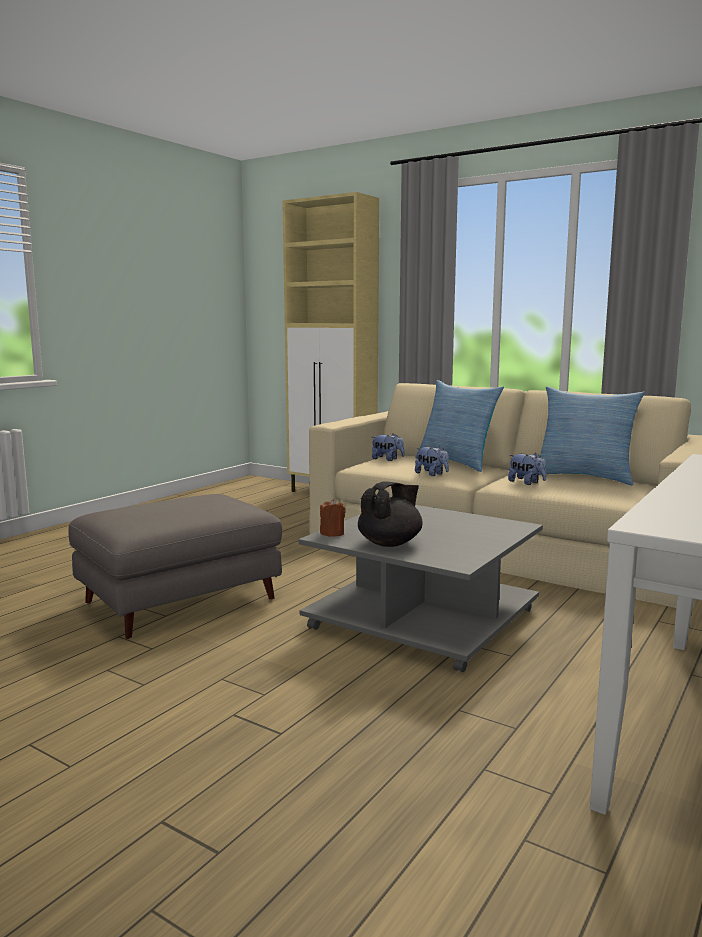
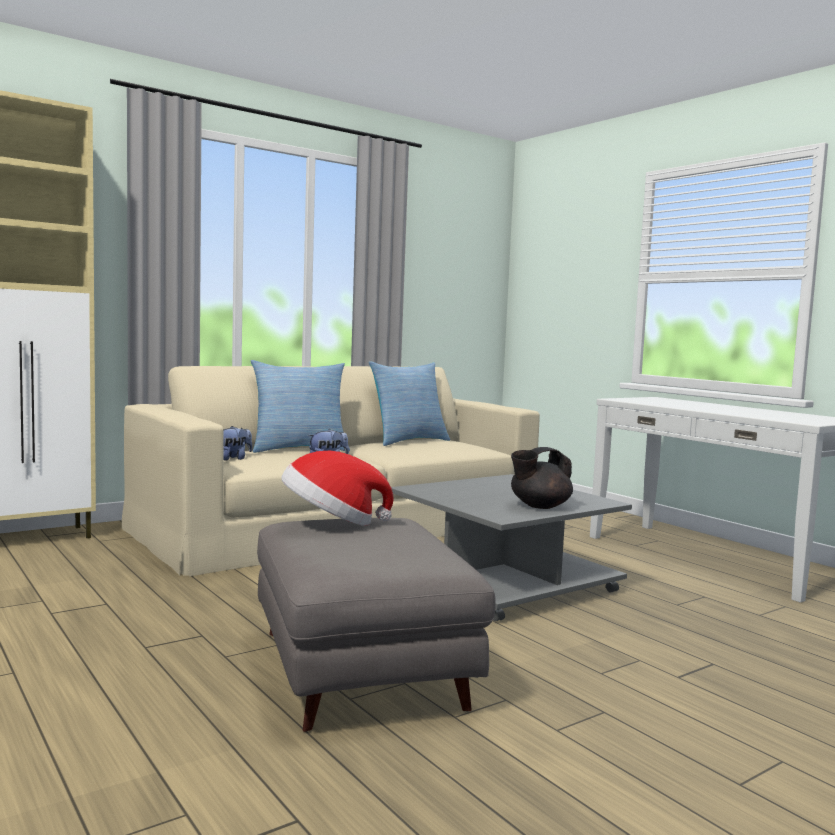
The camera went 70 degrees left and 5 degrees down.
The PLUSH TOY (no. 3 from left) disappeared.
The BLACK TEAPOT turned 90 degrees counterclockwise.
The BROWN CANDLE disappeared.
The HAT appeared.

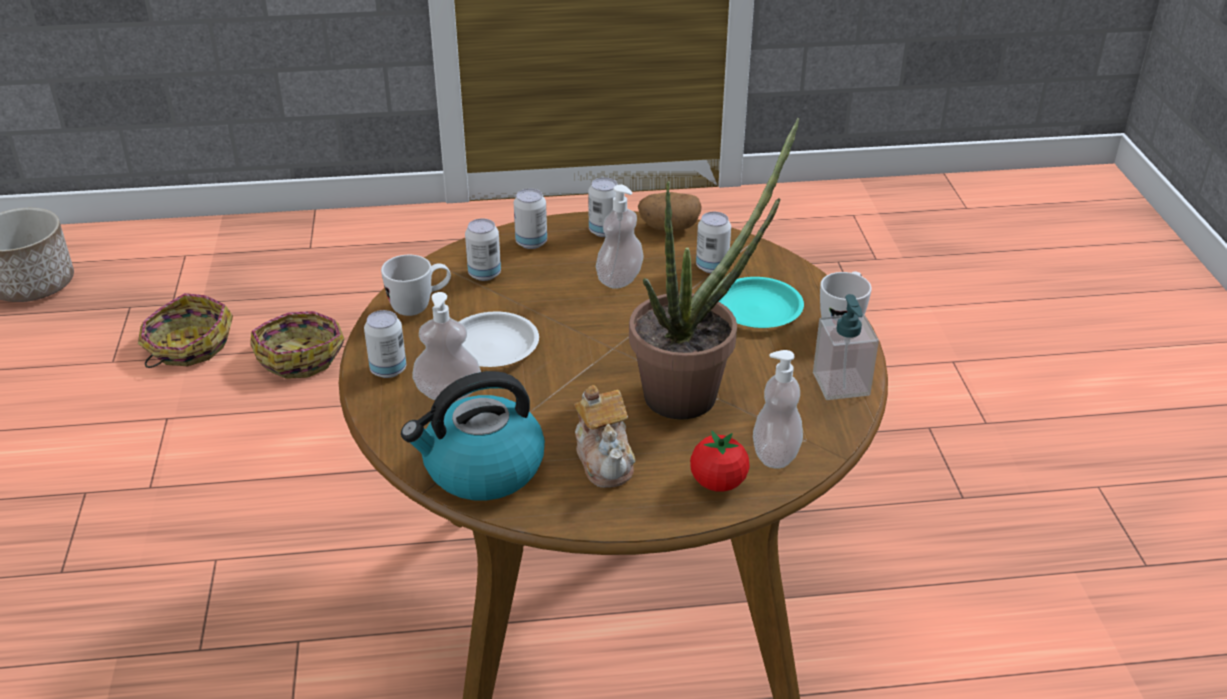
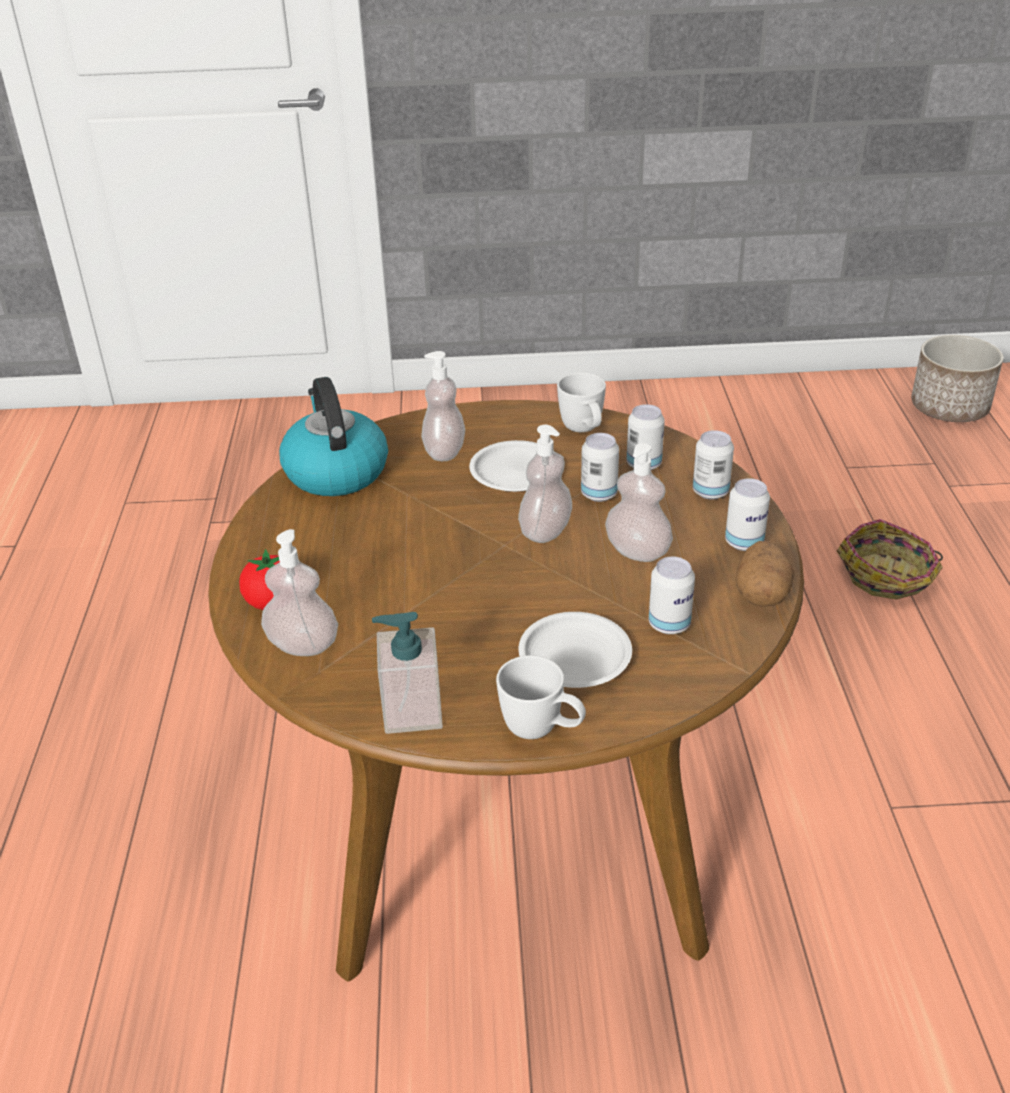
The camera went 95 degrees right and 0 degrees up.
The POTTED PLANT disappeared.
The TURQUOISE PLATE became the WHITE PLATE (no. 2 from left).
The BASKET (no. 1 from left) disappeared.
The CAN (no. 1 from left) moved.
The TEAPOT disappeared.
The SOAP DISPENSER (no. 4 from left) appeared.

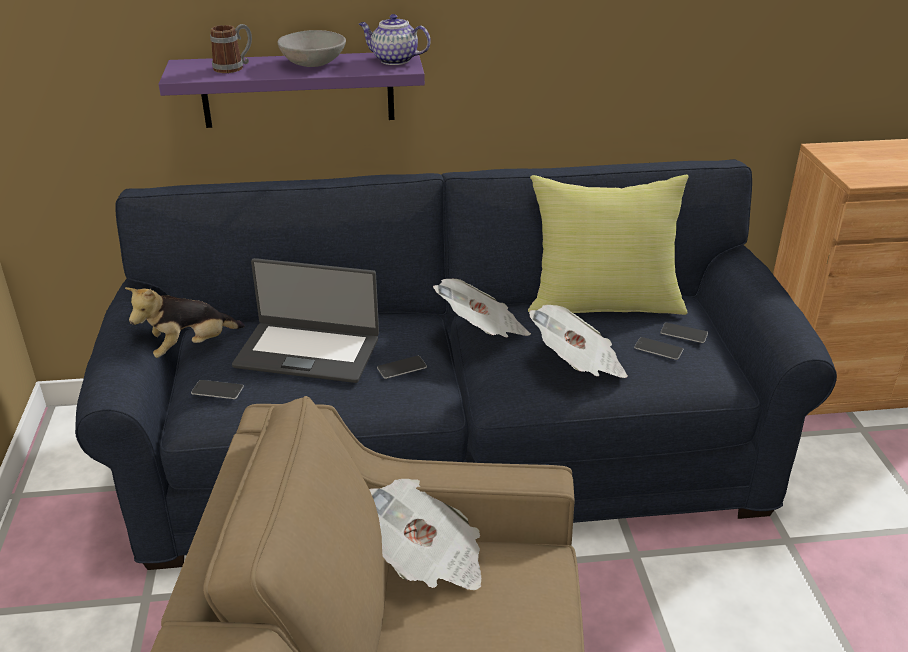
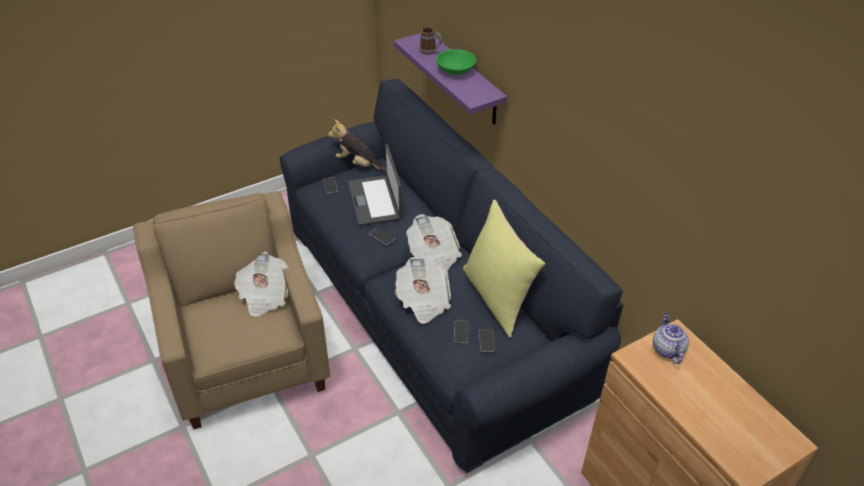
The camera went 65 degrees right and 10 degrees up.
The TEAPOT moved.
The GREY BOWL became the GREEN BOWL.

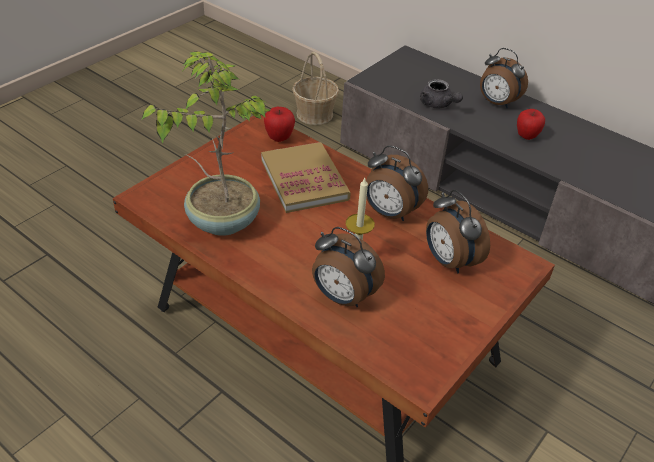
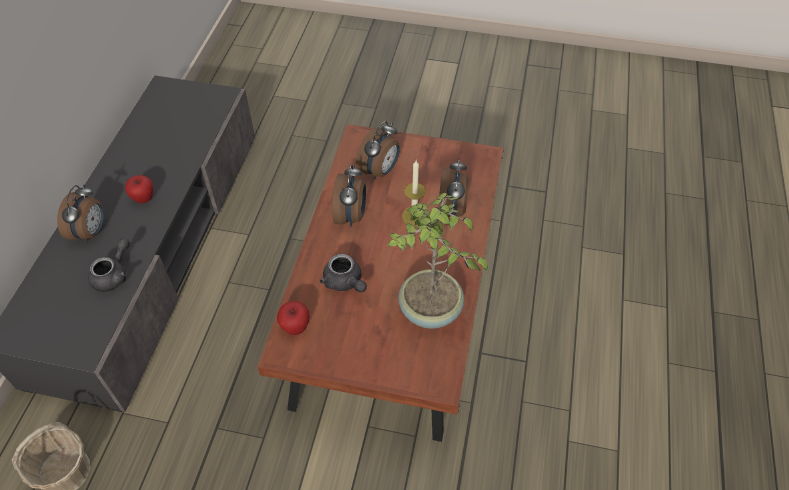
The camera went 115 degrees left and 10 degrees up.
The BOOK was replaced by the GREY TEAPOT (no. 2 from left).

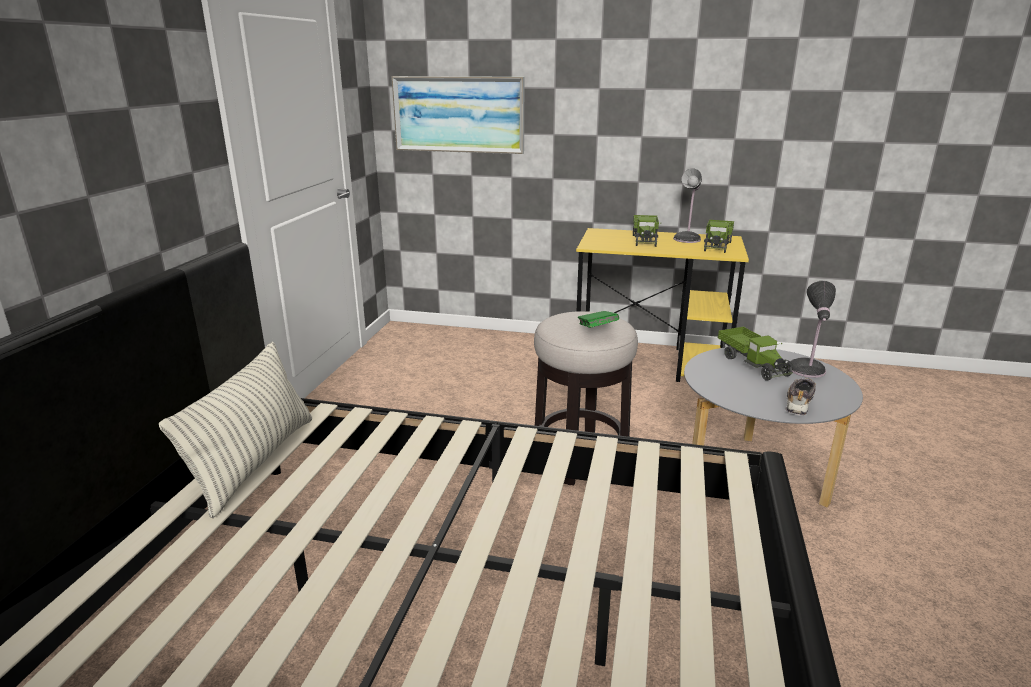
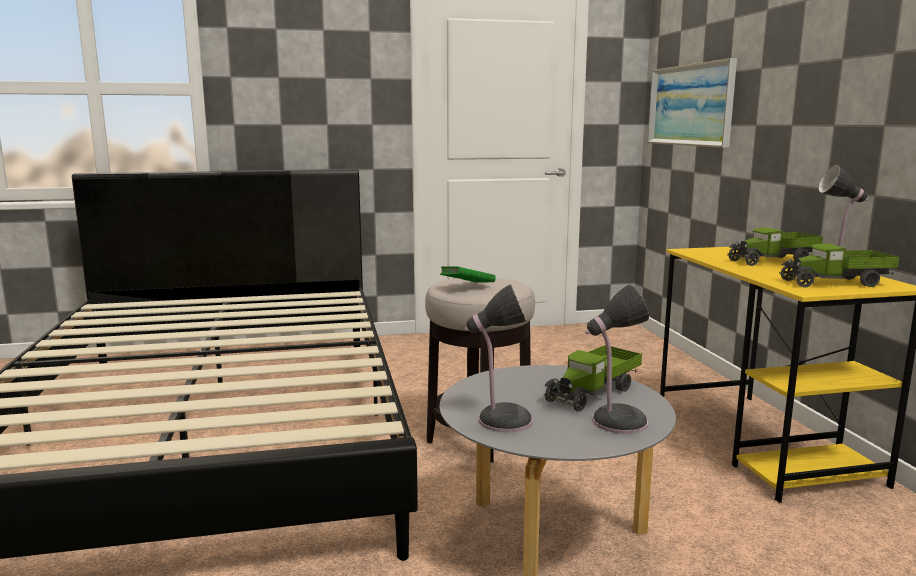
The camera went 65 degrees right and 10 degrees down.
The PILLOW disappeared.
The SHOE was replaced by the TABLE LAMP (no. 1 from left).

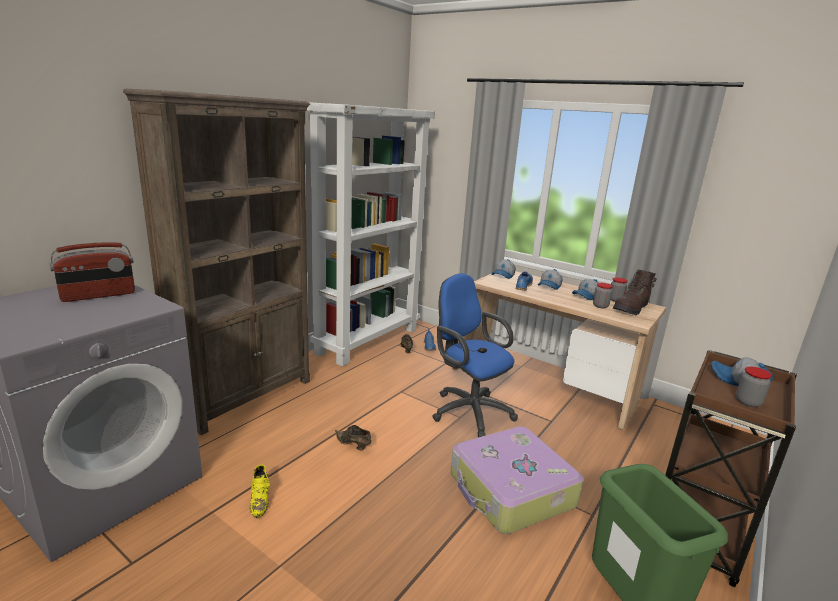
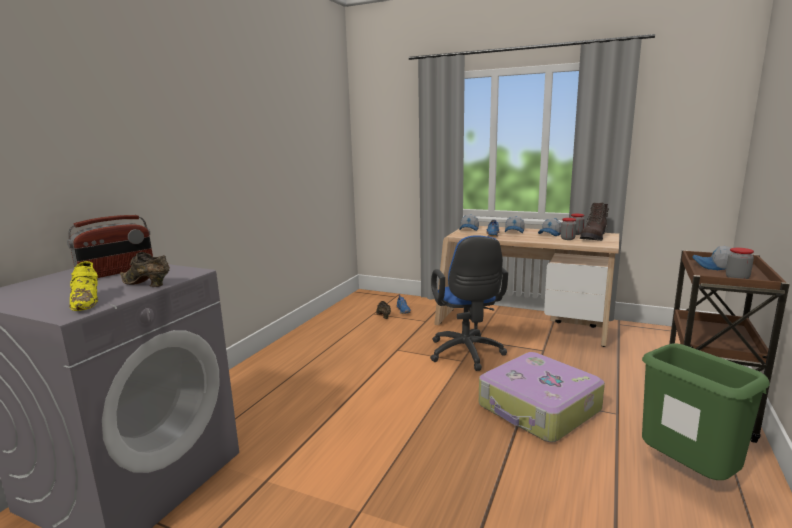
The camera went 10 degrees left and 5 degrees down.
The BROWN BOOKCASE disappeared.
The WHITE BOOKCASE disappeared.
The BLUE OFFICE CHAIR turned 135 degrees counterclockwise.
The BROWN SHOE (no. 1 from left) moved.
The YELLOW SHOE moved.

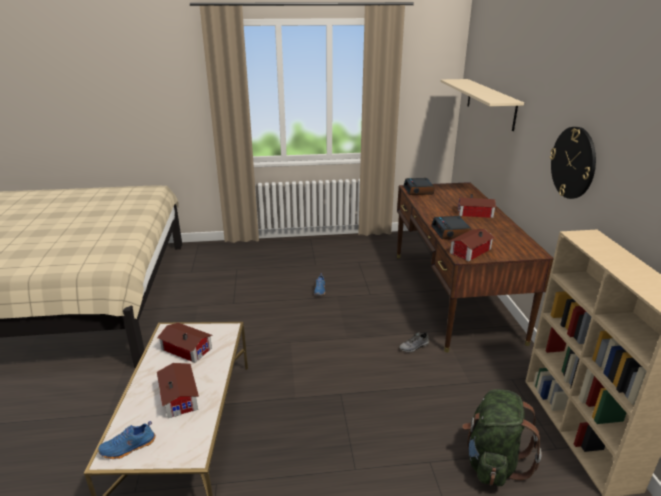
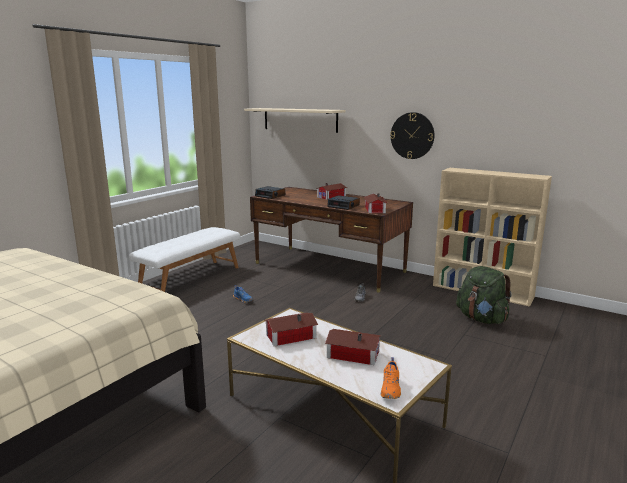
The camera went 50 degrees left and 10 degrees down.
The BLUE SHOE (no. 1 from left) became the ORANGE SHOE.
The WHITE BENCH appeared.

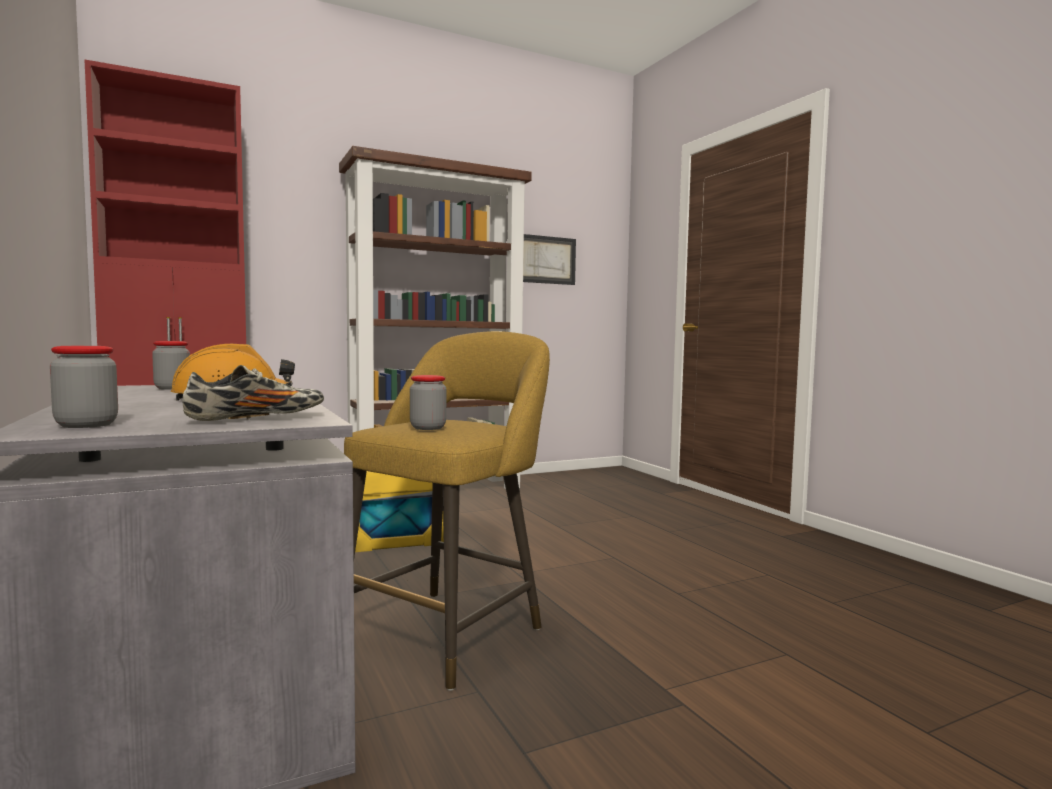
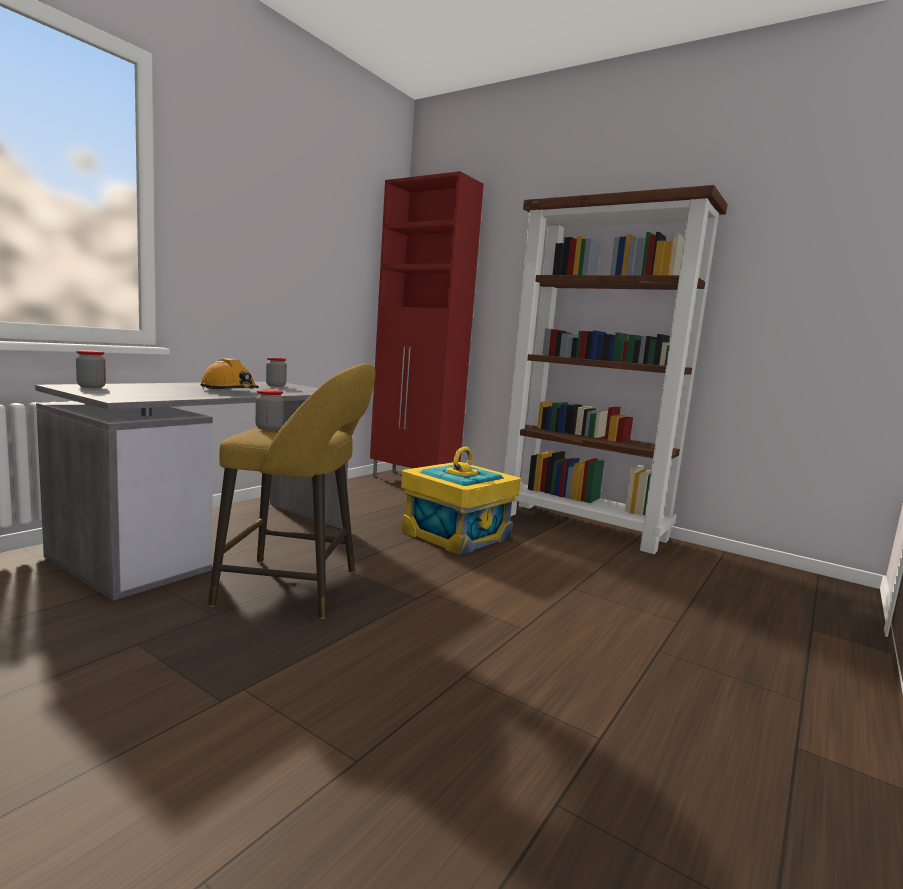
The camera went 60 degrees right and 5 degrees up.
The PICTURE disappeared.
The SHOE disappeared.

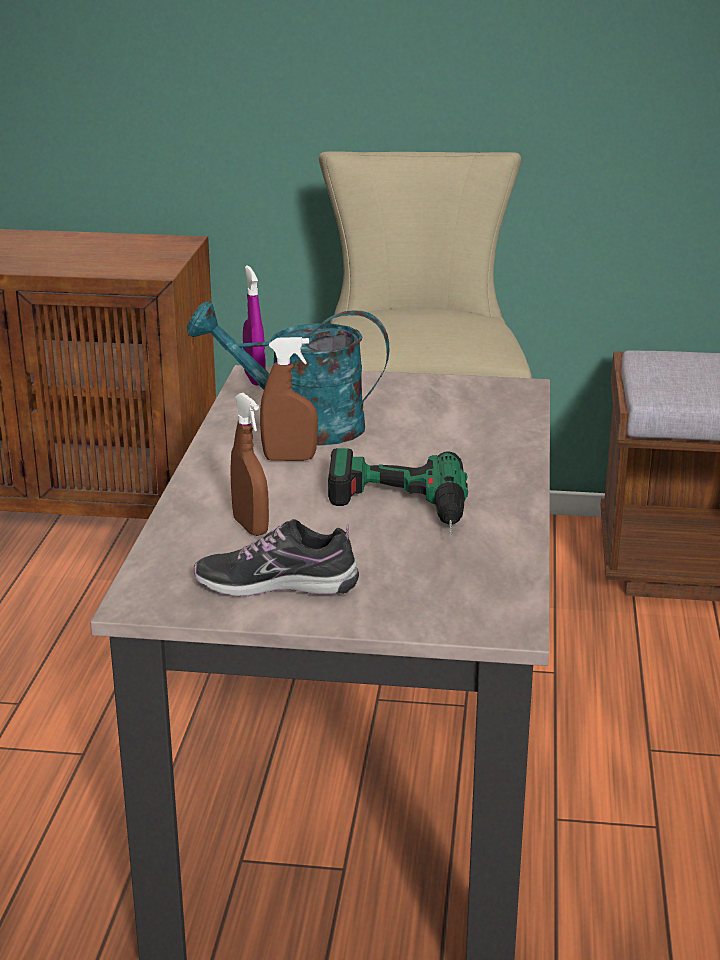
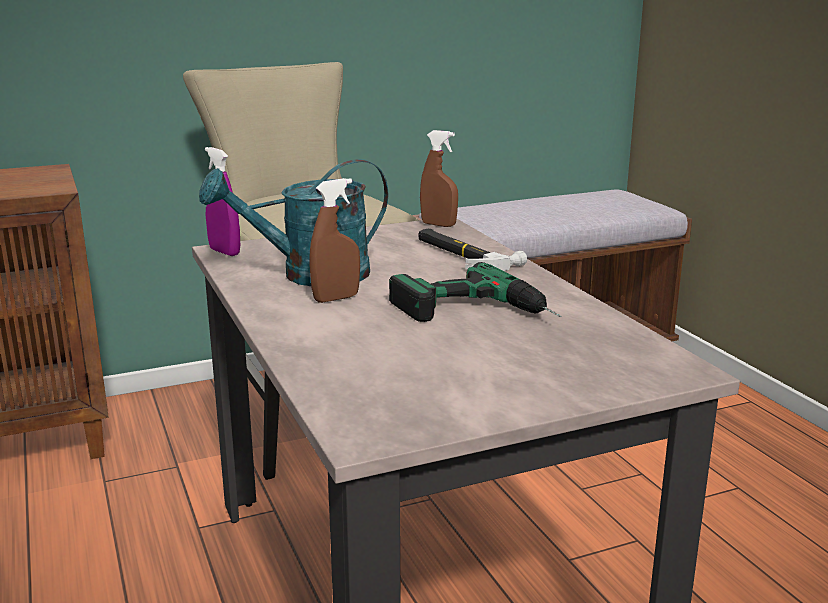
The camera went 30 degrees left and 5 degrees down.
The BROWN SPRAY BOTTLE (no. 1 from left in the first image) moved.
The SHOE disappeared.
The HAMMER appeared.

